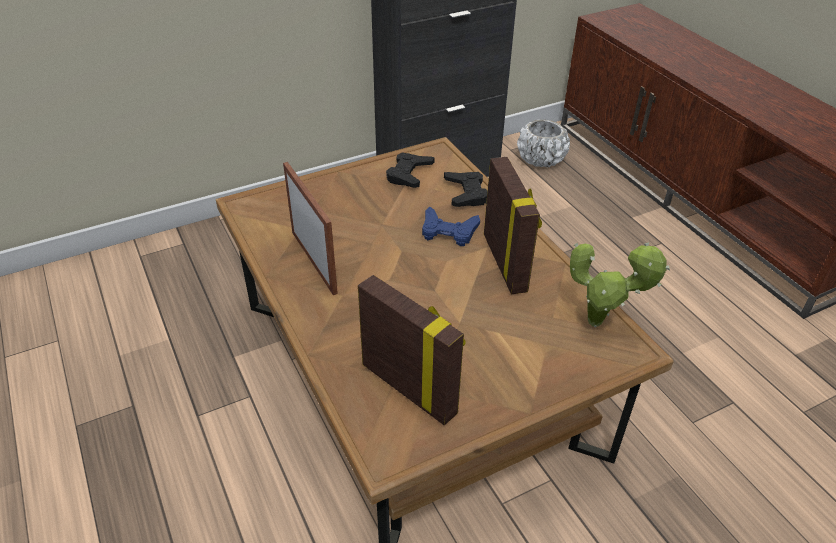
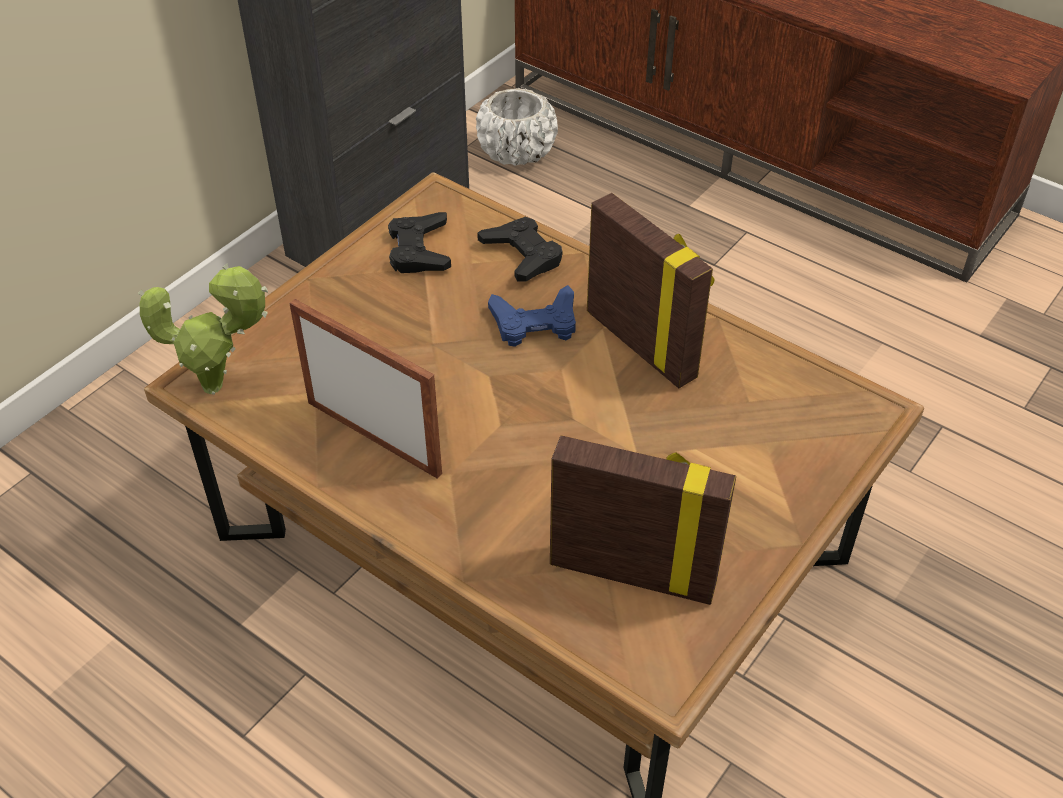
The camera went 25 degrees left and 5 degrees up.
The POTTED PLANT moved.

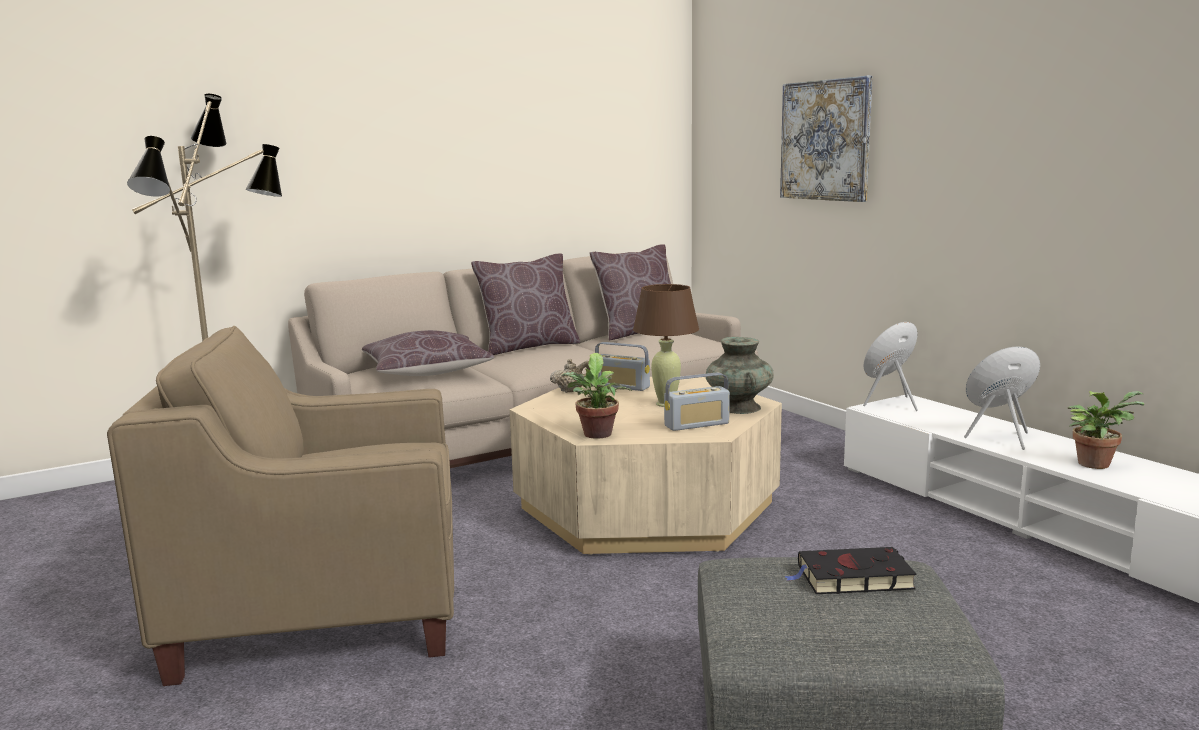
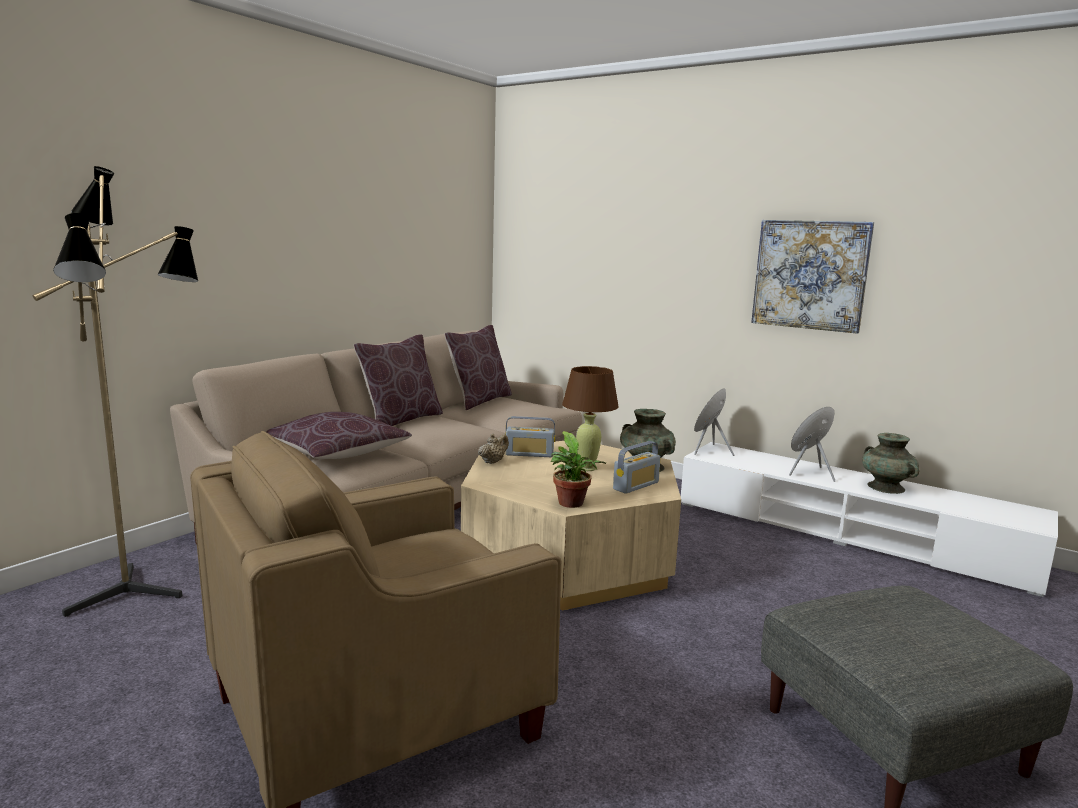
The camera went 25 degrees left and 0 degrees up.
The PICTURE moved.
The POTTED PLANT (no. 2 from left) was replaced by the TURQUOISE VASE (no. 2 from left).
The BLACK BOOK disappeared.

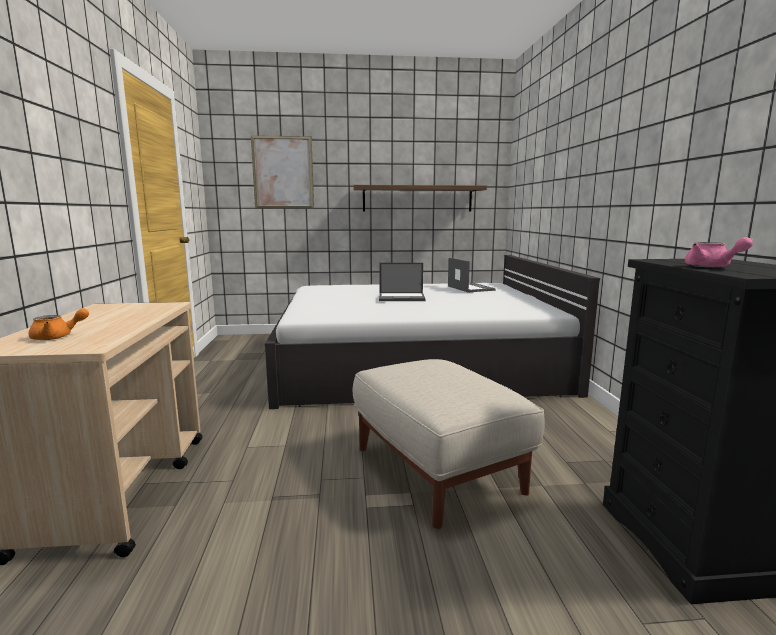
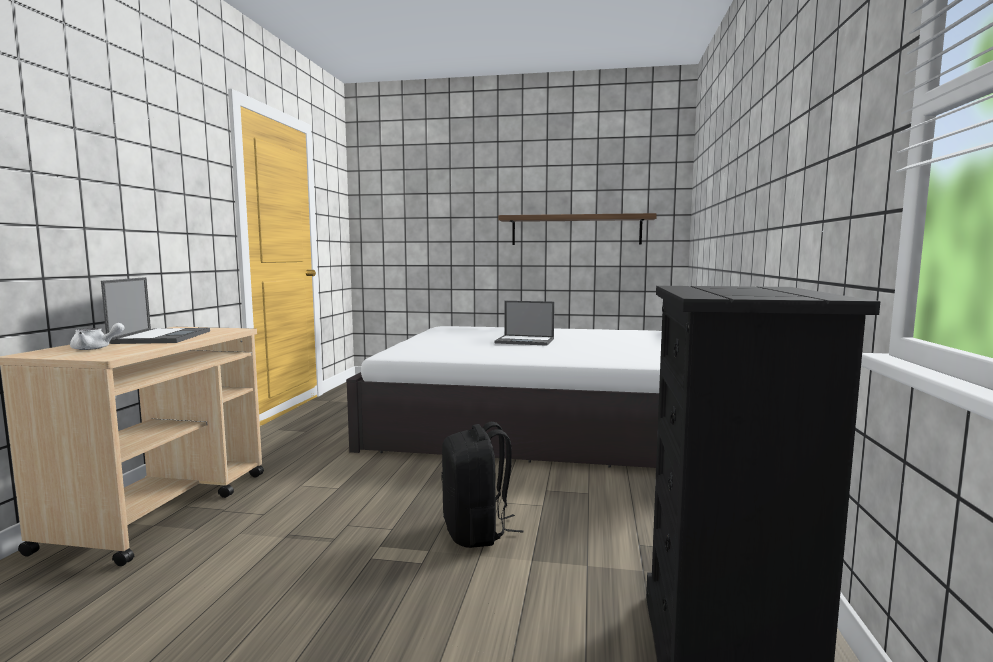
The camera went 15 degrees right and 5 degrees down.
The PICTURE disappeared.
The PINK TEAPOT disappeared.
The LAPTOP (no. 2 from left in the first image) moved.
The ORANGE TEAPOT became the WHITE TEAPOT.
The BEIGE OTTOMAN was replaced by the BLACK BACKPACK.

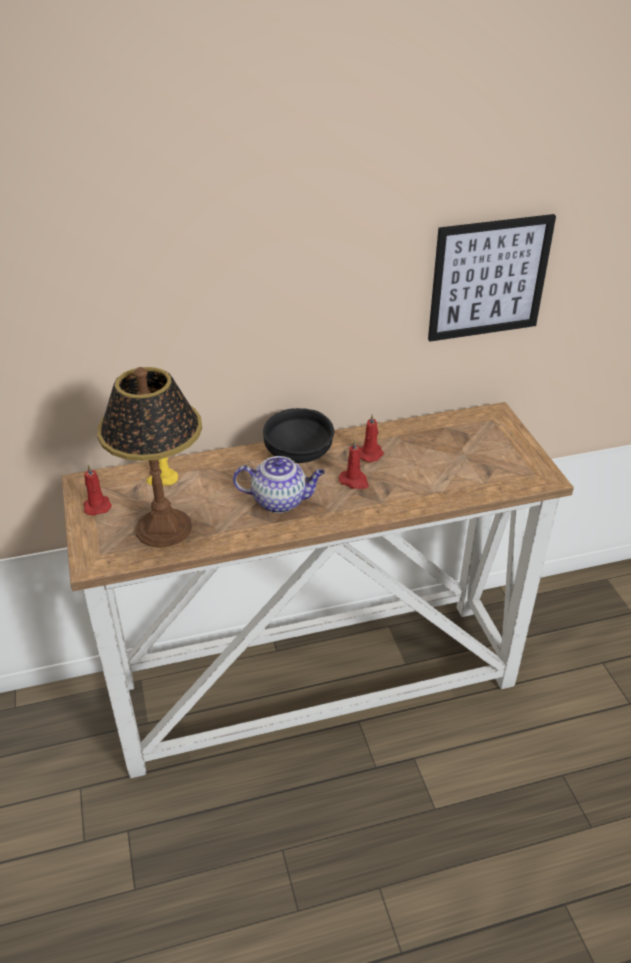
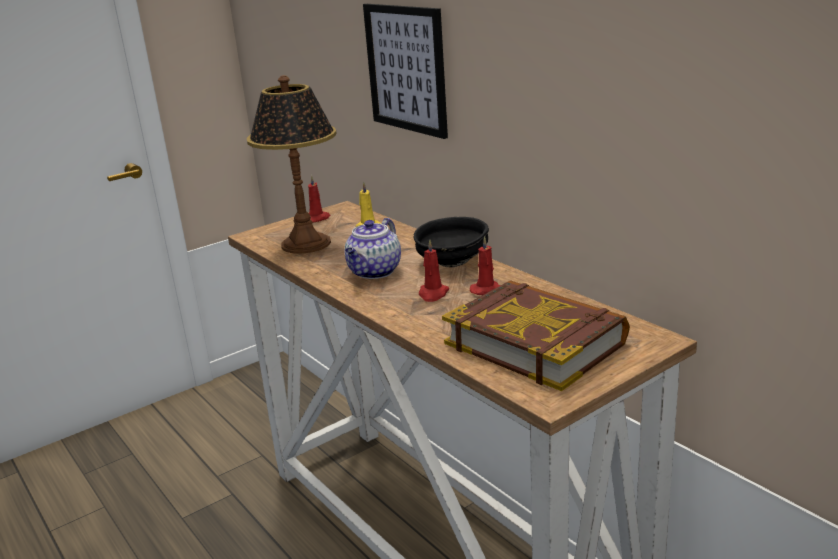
The camera went 70 degrees right and 15 degrees down.
The PICTURE moved.
The TEAPOT turned 45 degrees clockwise.
The BOOK appeared.

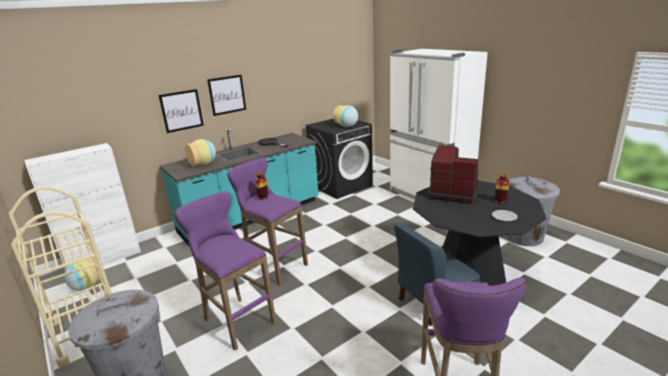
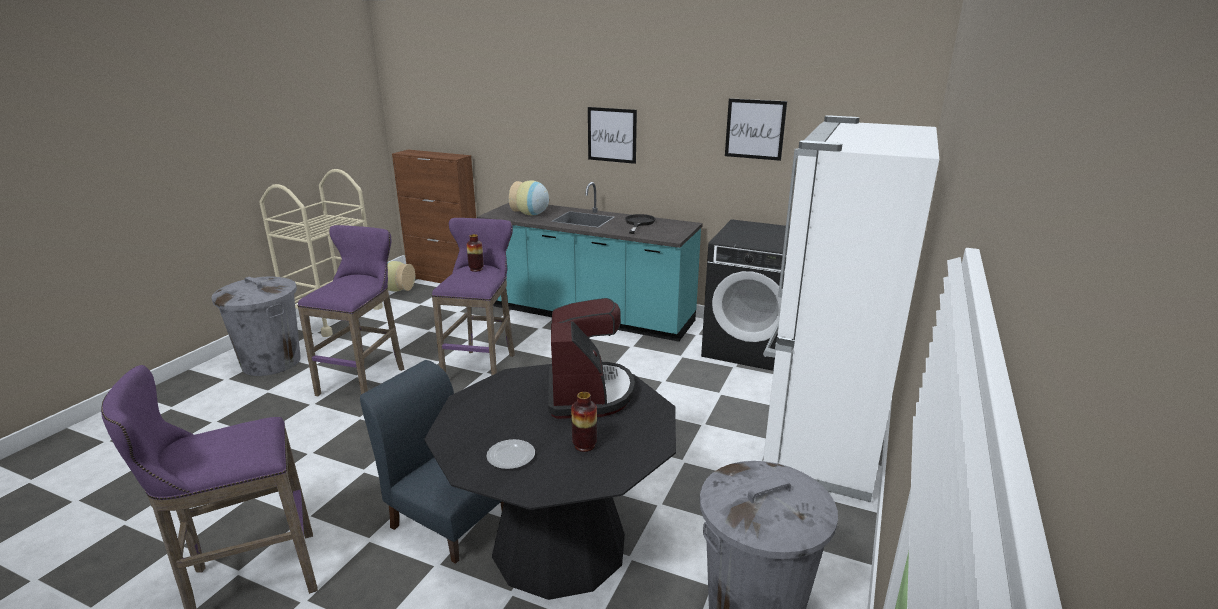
The camera went 60 degrees right and 0 degrees up.
The PICTURE (no. 1 from left in the first image) moved.
The VASE (no. 4 from left) disappeared.
The WHITE CABINET became the BROWN CABINET.

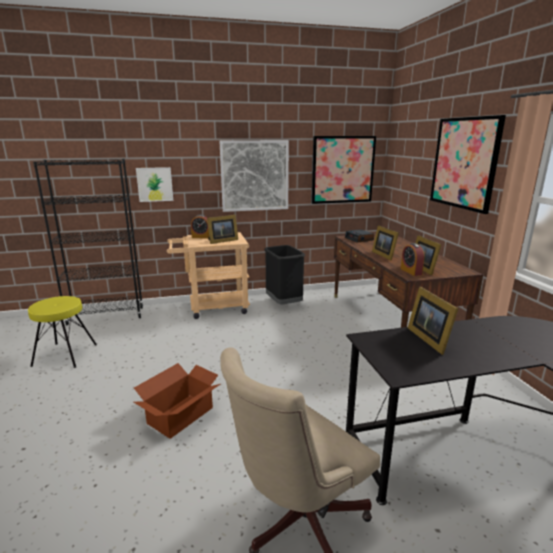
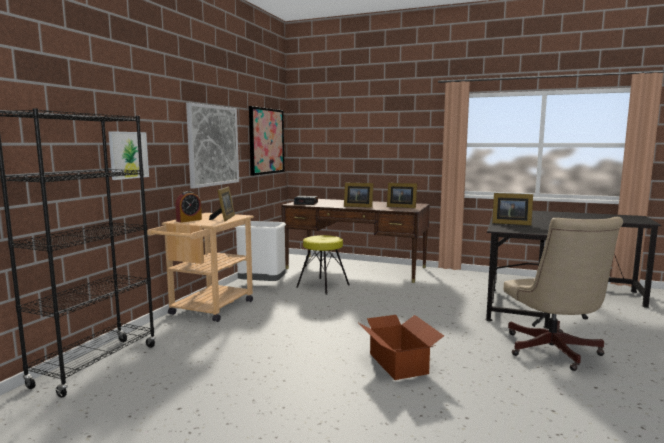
The camera went 55 degrees left and 10 degrees down.
The PICTURE (no. 4 from left) disappeared.
The ALARM CLOCK (no. 3 from left) disappeared.
The BLACK TRASH CAN became the WHITE TRASH CAN.
The YELLOW STOOL moved.

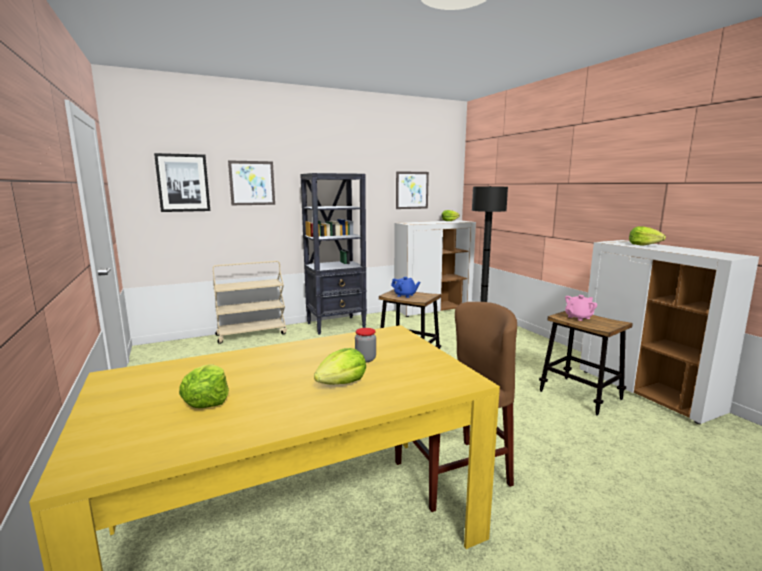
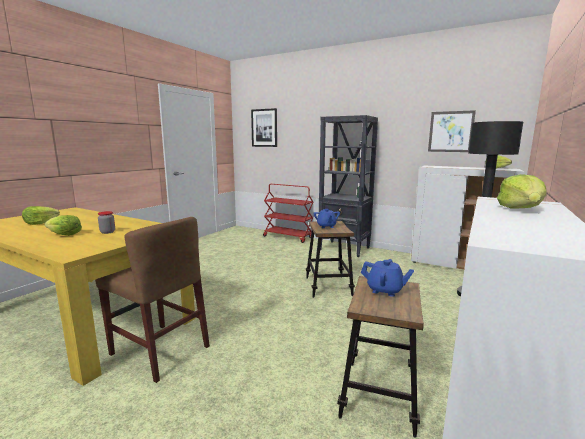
The camera went 55 degrees right and 0 degrees up.
The PICTURE (no. 2 from left) disappeared.
The BEIGE CART became the RED CART.
The PINK TEAPOT became the BLUE TEAPOT (no. 2 from left).

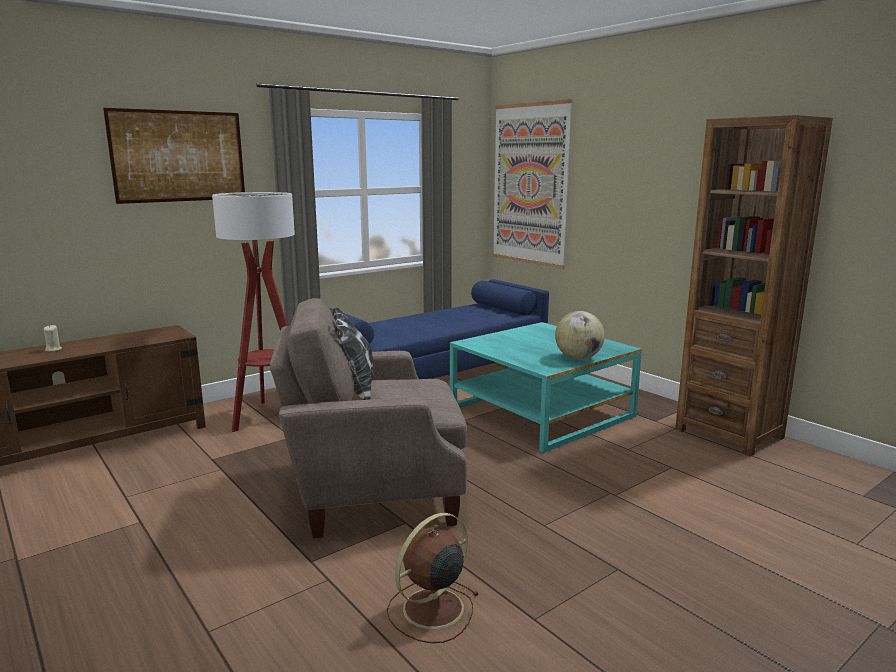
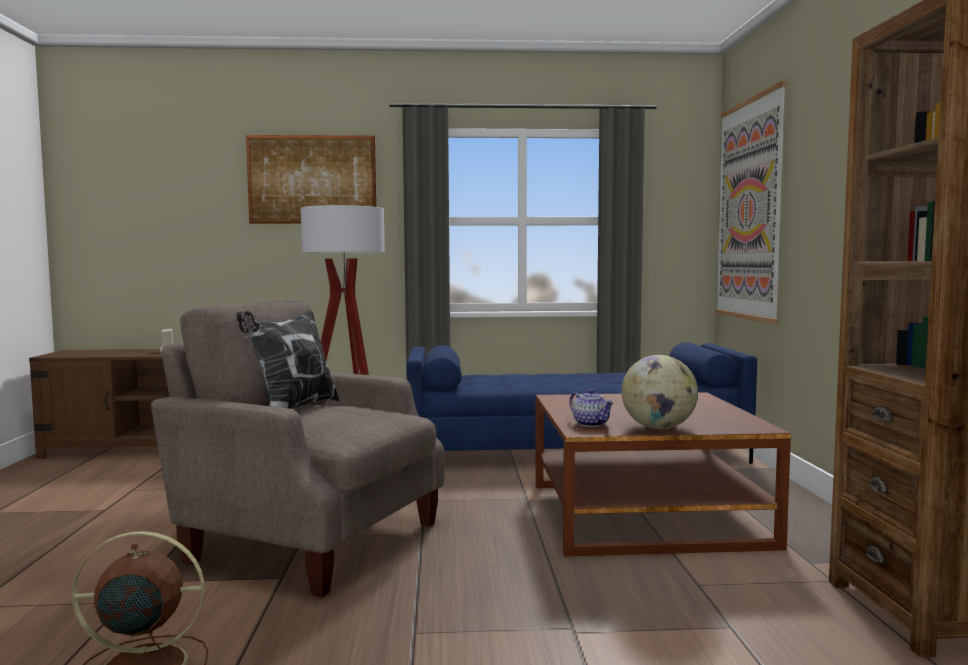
The camera went 35 degrees right and 10 degrees down.
The TURQUOISE COFFEE TABLE became the BROWN COFFEE TABLE.
The TEAPOT appeared.

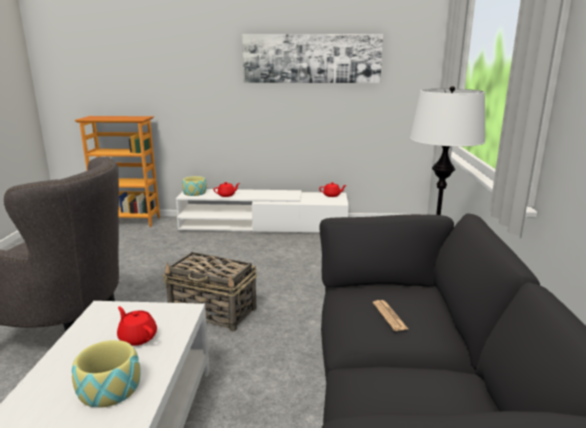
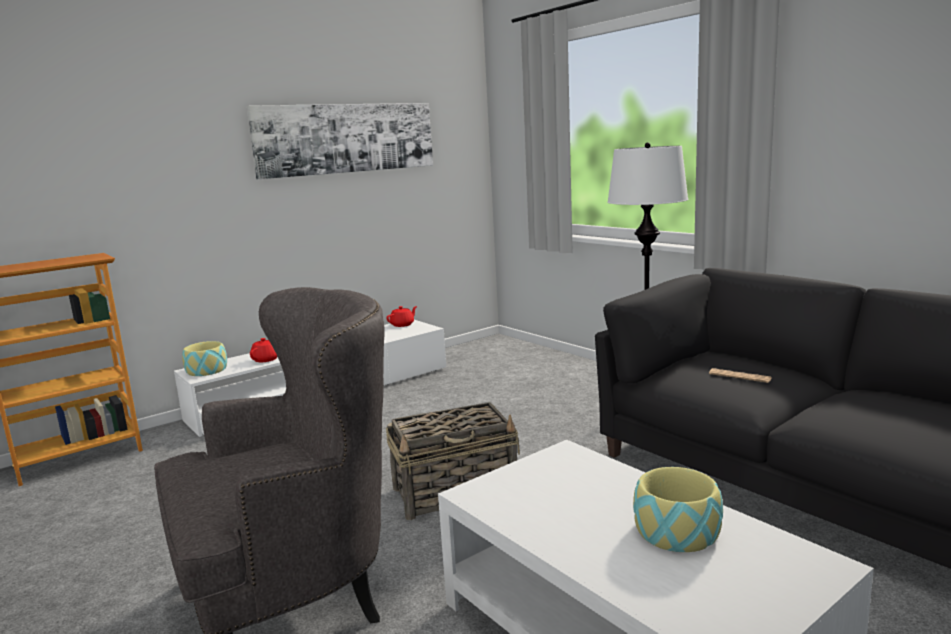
The camera went 40 degrees left and 5 degrees down.
The RED TEAPOT (no. 1 from left) disappeared.

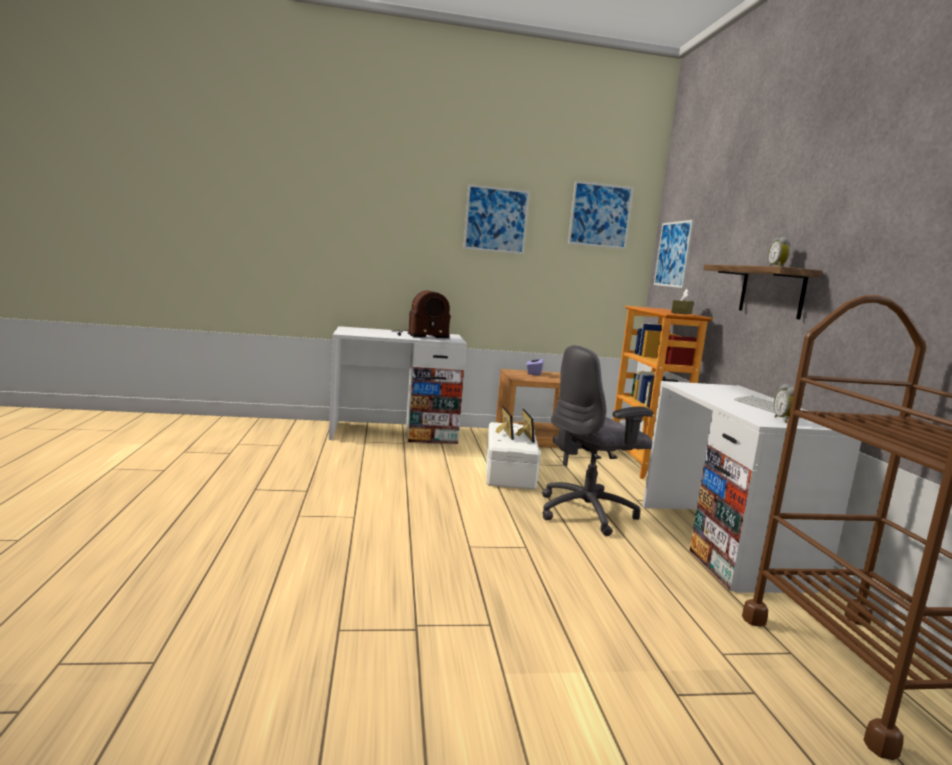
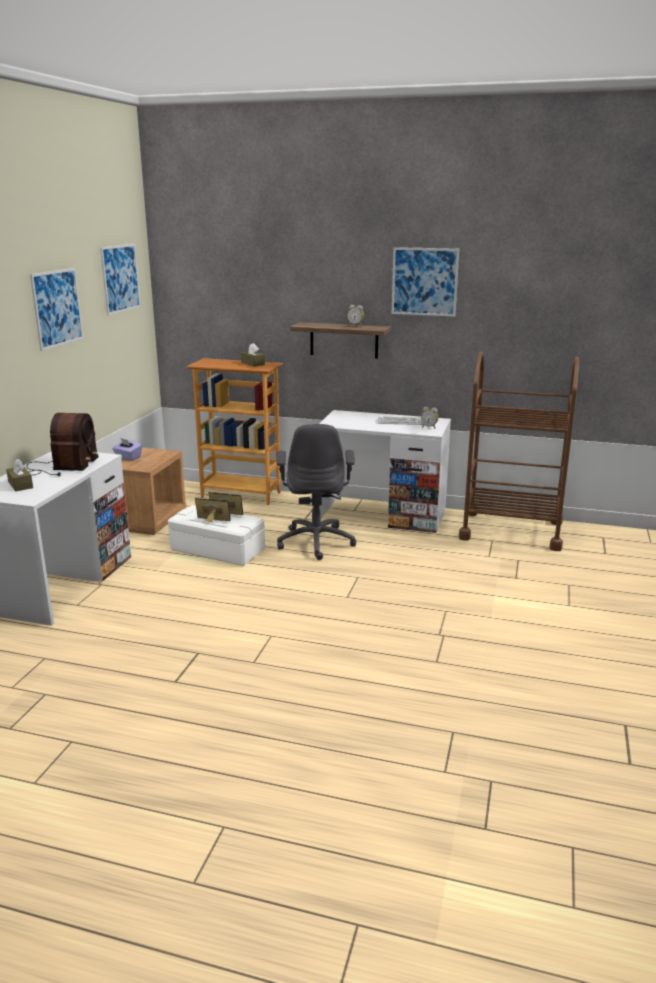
The camera went 65 degrees left and 10 degrees up.
The PICTURE (no. 3 from left) moved.
The BROWN TISSUE BOX (no. 1 from left) appeared.

